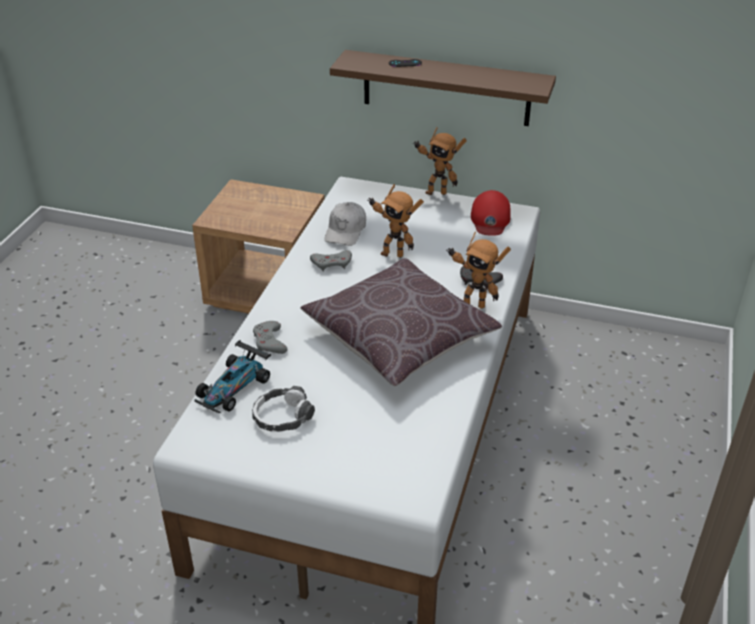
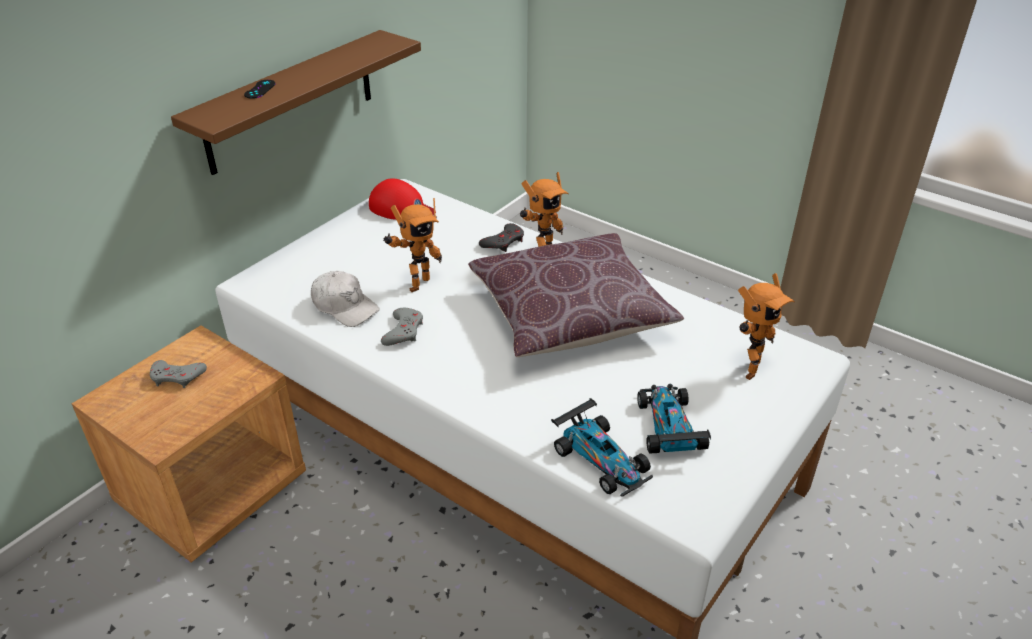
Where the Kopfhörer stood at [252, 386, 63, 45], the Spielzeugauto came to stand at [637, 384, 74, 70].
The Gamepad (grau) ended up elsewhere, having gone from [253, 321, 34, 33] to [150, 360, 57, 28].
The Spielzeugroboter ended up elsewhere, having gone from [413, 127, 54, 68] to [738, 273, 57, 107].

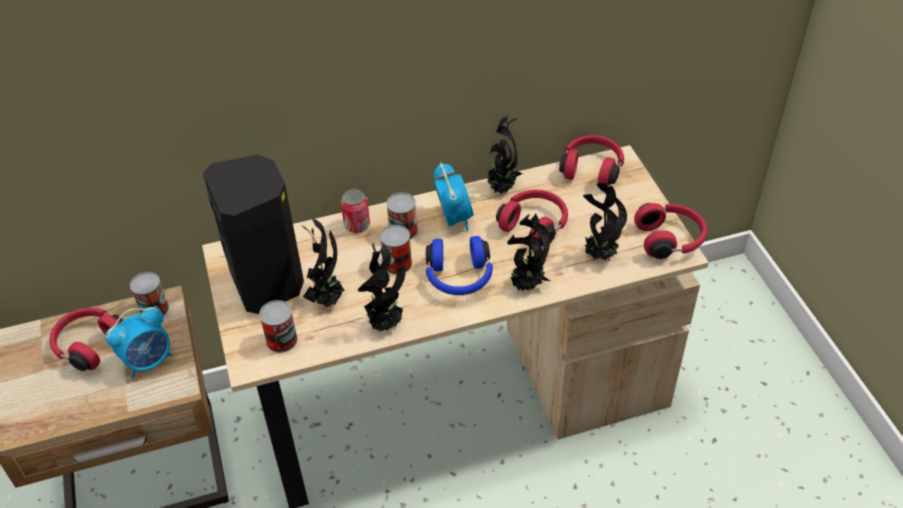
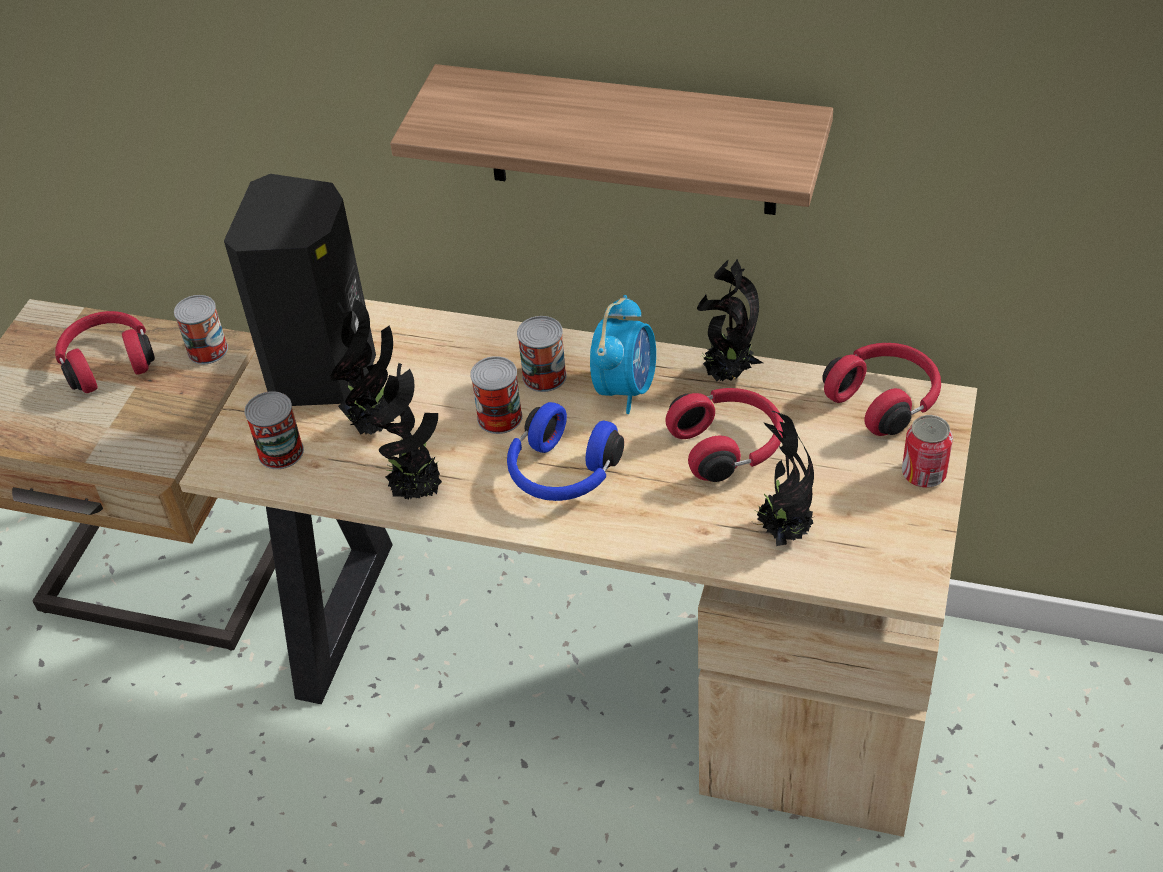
The second view lost the Wecker at [105, 306, 67, 72].
The Dose ended up elsewhere, having gone from [341, 189, 29, 44] to [902, 415, 51, 73].
The second view lost the Topfpflanze at [507, 214, 43, 77].
The second view lost the Kopfhörer (rot) at [634, 203, 73, 56].
The second view gained the Wandregal at [390, 64, 443, 151].

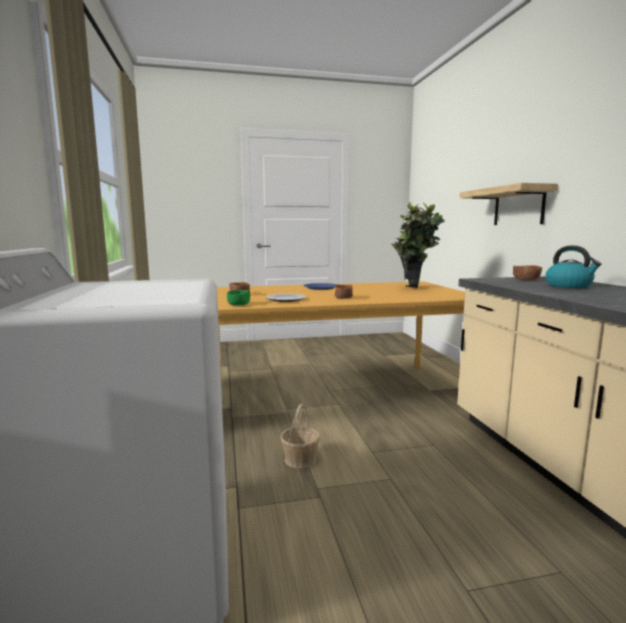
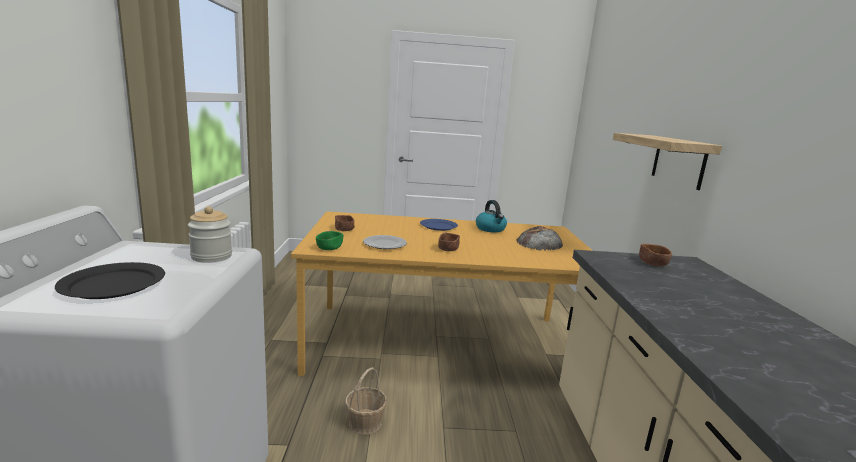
Where the Topfpflanze stood at [391, 202, 54, 86], the Brot came to stand at [516, 226, 47, 24].
The Wasserkessel ended up elsewhere, having gone from [545, 245, 56, 43] to [476, 200, 31, 33].
The second view gained the Teller (schwarz) at [55, 262, 110, 37].
The second view gained the Vorratsglas at [188, 206, 44, 57].

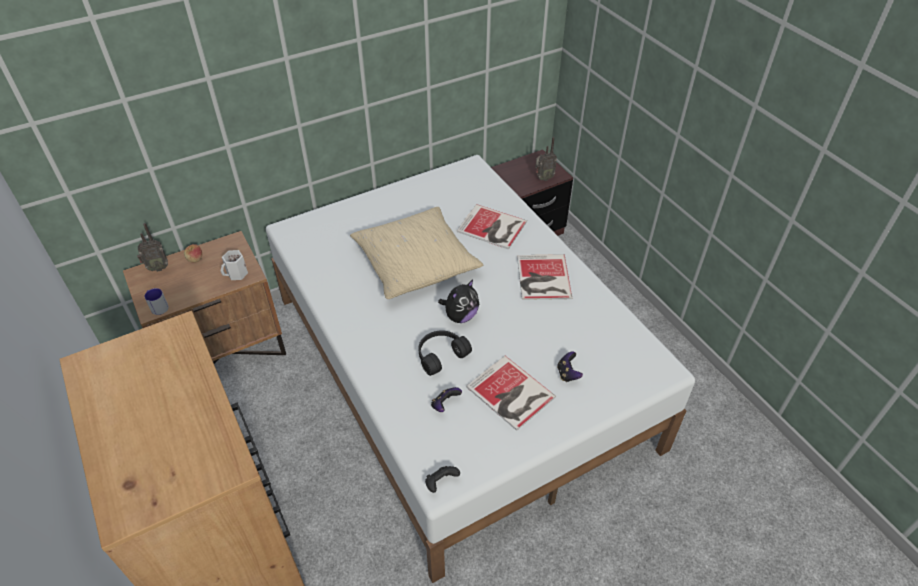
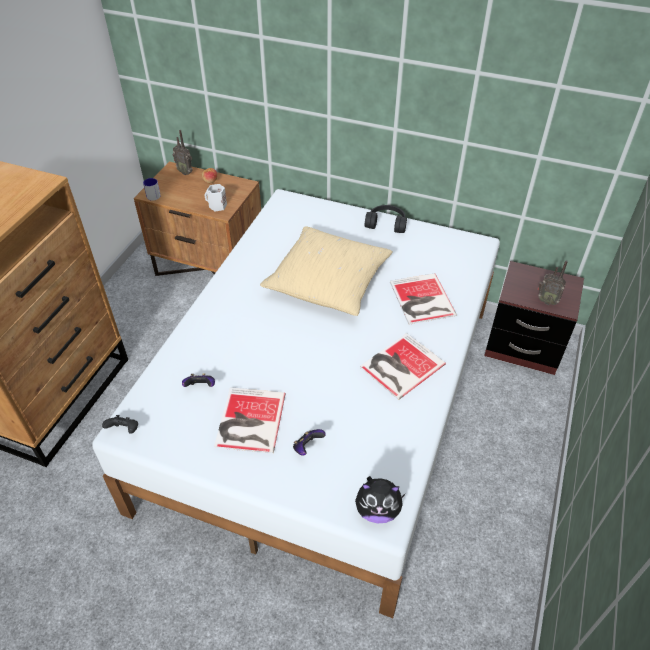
The Kopfhörer (schwarz) ended up elsewhere, having gone from [419, 330, 53, 46] to [365, 205, 42, 28].
The Plüschtier ended up elsewhere, having gone from [438, 279, 41, 44] to [355, 476, 51, 47].

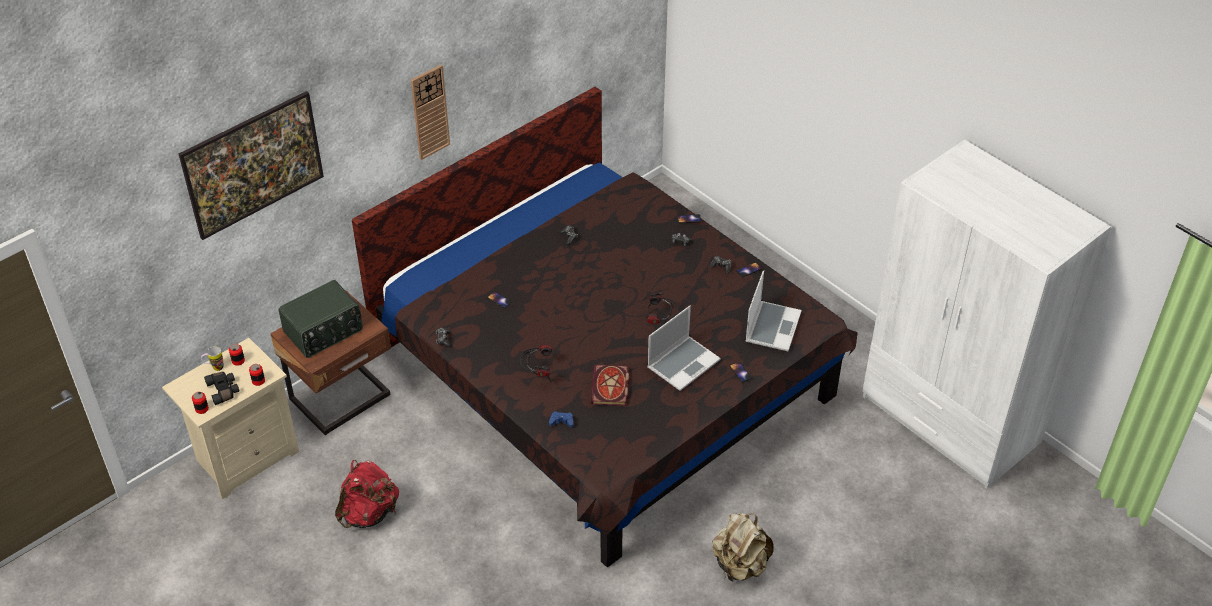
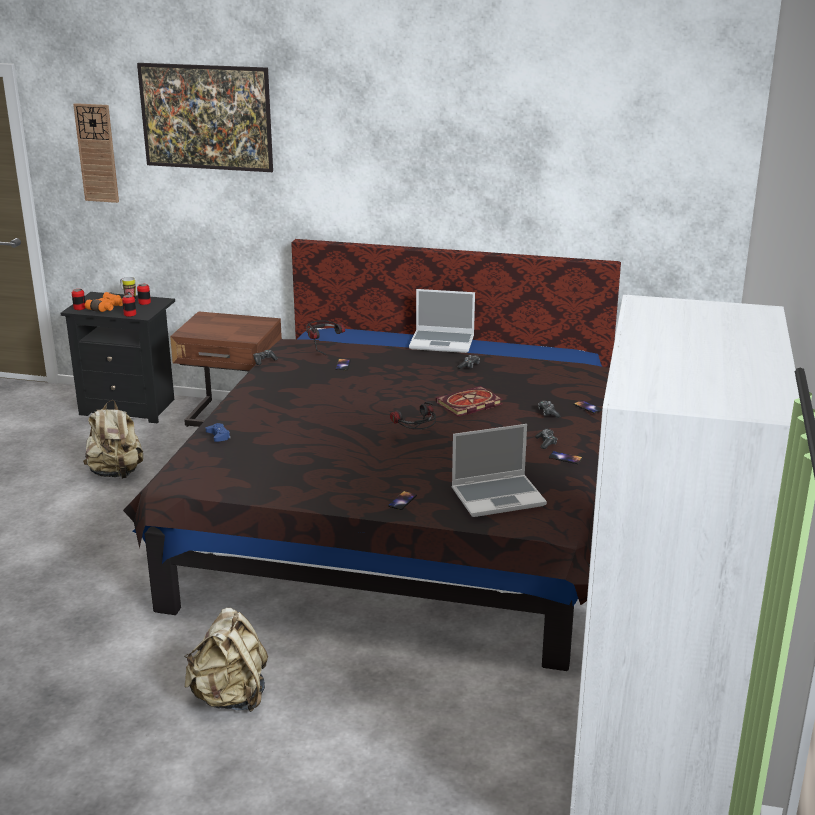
What was the Nachttisch (beige) at [162, 338, 137, 161] turned into the Nachttisch (schwarz) at [60, 292, 115, 132].
What was the Fernglas (schwarz) at [204, 372, 35, 33] turned into the Fernglas (orange) at [85, 292, 38, 20].
The second view lost the Radio at [279, 280, 84, 78].
What was the Rucksack (rot) at [335, 460, 64, 68] turned into the Rucksack (beige) at [83, 400, 60, 79].
The Wanduhr ended up elsewhere, having gone from [411, 65, 39, 95] to [73, 103, 46, 100].
The Kopfhörer ended up elsewhere, having gone from [520, 345, 35, 37] to [306, 321, 39, 34].
The Buch ended up elsewhere, having gone from [591, 365, 38, 41] to [436, 386, 66, 31].
The Laptop ended up elsewhere, having gone from [648, 306, 73, 85] to [409, 289, 66, 64].

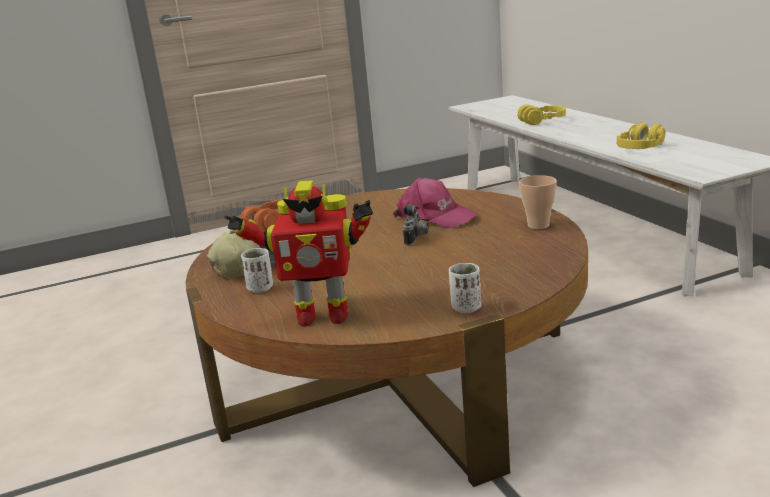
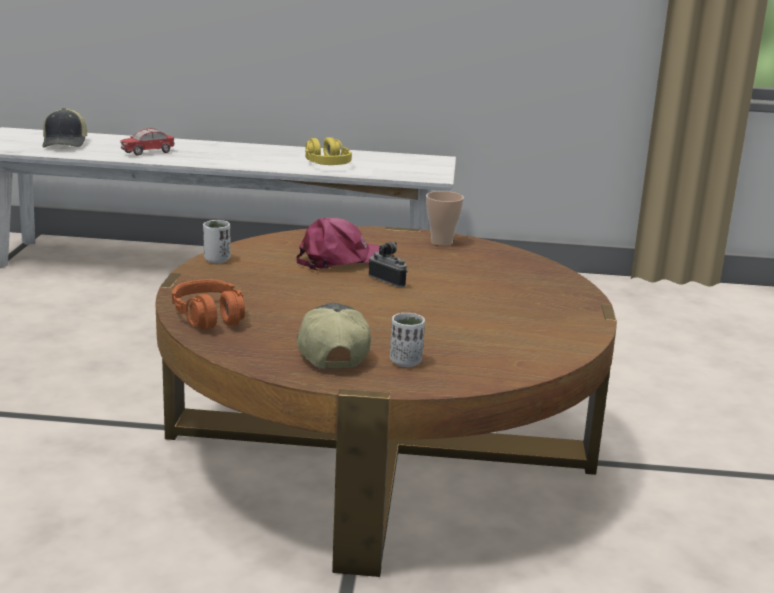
The second view lost the Spielzeugroboter at [224, 180, 149, 147].
The Tasse (weiß) ended up elsewhere, having gone from [449, 263, 33, 50] to [203, 220, 28, 43].
Where the Kopfhörer (gelb) stood at [517, 105, 49, 20], the Spielzeugauto came to stand at [120, 128, 54, 28].
The second view gained the Kappe at [42, 108, 45, 40].

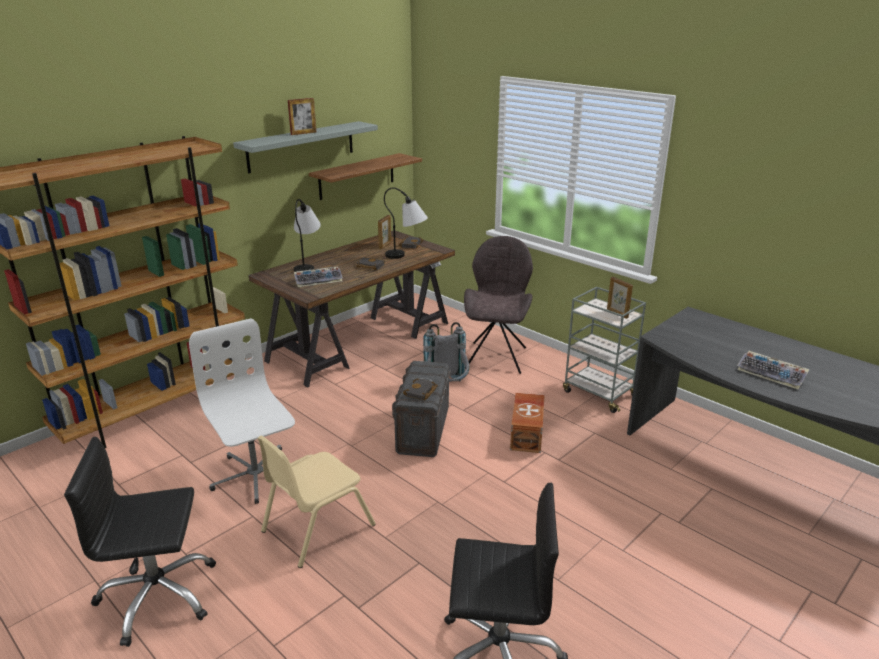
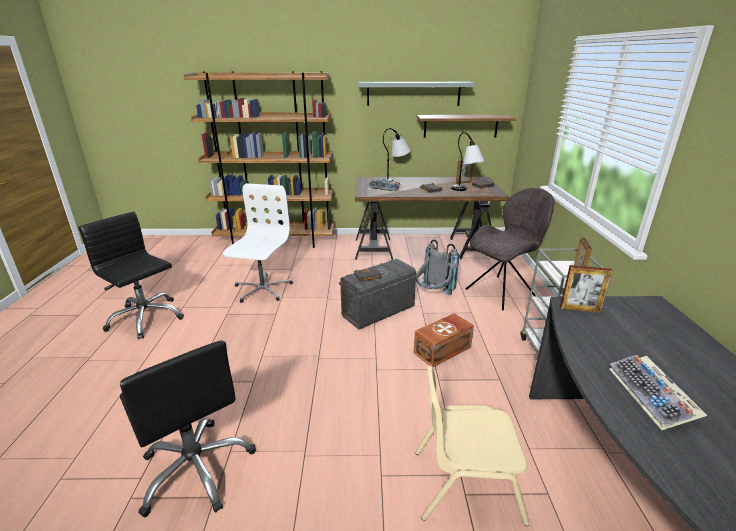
The Stuhl (beige) ended up elsewhere, having gone from [257, 435, 119, 133] to [415, 366, 115, 160].
The Bilderrahmen ended up elsewhere, having gone from [288, 98, 28, 37] to [560, 265, 52, 48].

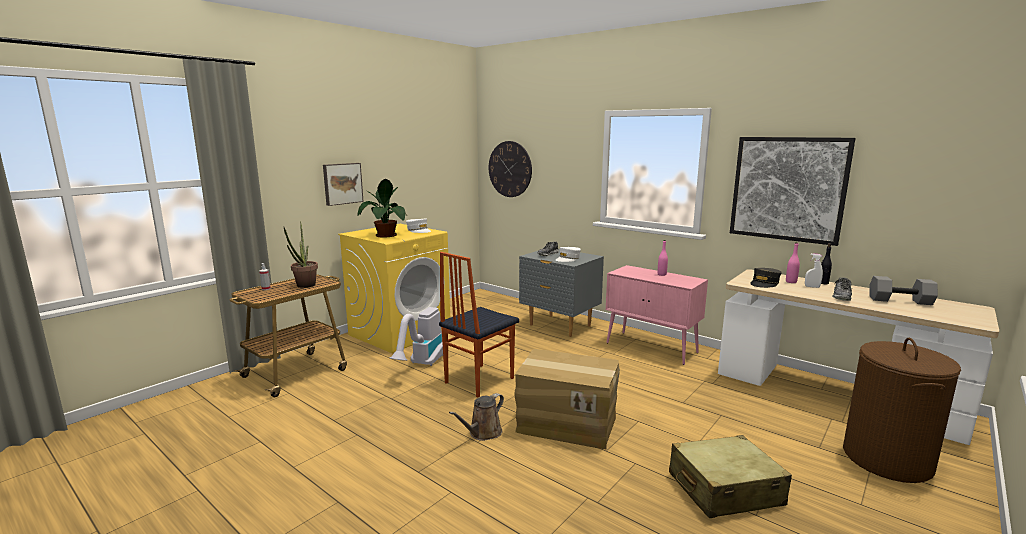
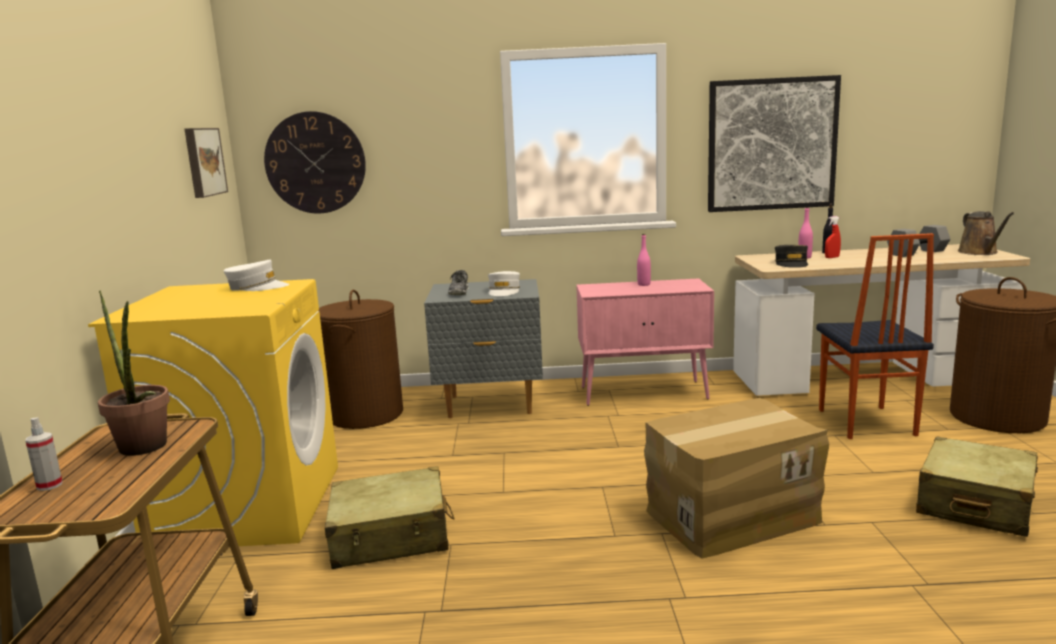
The Bild ended up elsewhere, having gone from [323, 163, 41, 43] to [184, 128, 44, 70].
The second view lost the Topfpflanze at [357, 179, 50, 59].
Where the Staubsauger stood at [389, 307, 54, 59], the Koffer (beige) came to stand at [325, 466, 129, 103].
The Stuhl ended up elsewhere, having gone from [439, 252, 80, 146] to [816, 233, 118, 206].
The Gießkanne (braun) ended up elsewhere, having gone from [449, 393, 55, 48] to [958, 211, 56, 44].
What was the Sprühflasche (weiß) at [805, 253, 18, 35] turned into the Sprühflasche (rot) at [825, 216, 16, 42].
The second view lost the Schuh at [832, 278, 21, 23].
The second view gained the Wäschekorb (braun) at [318, 290, 85, 139].

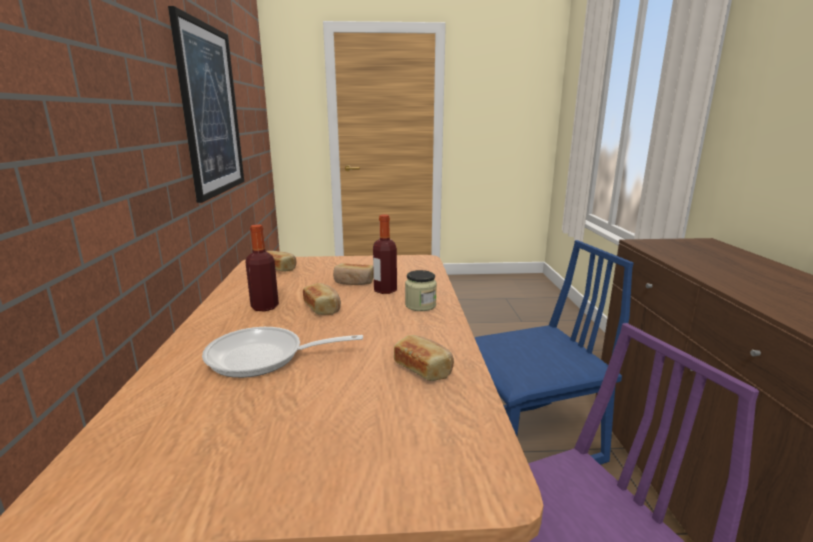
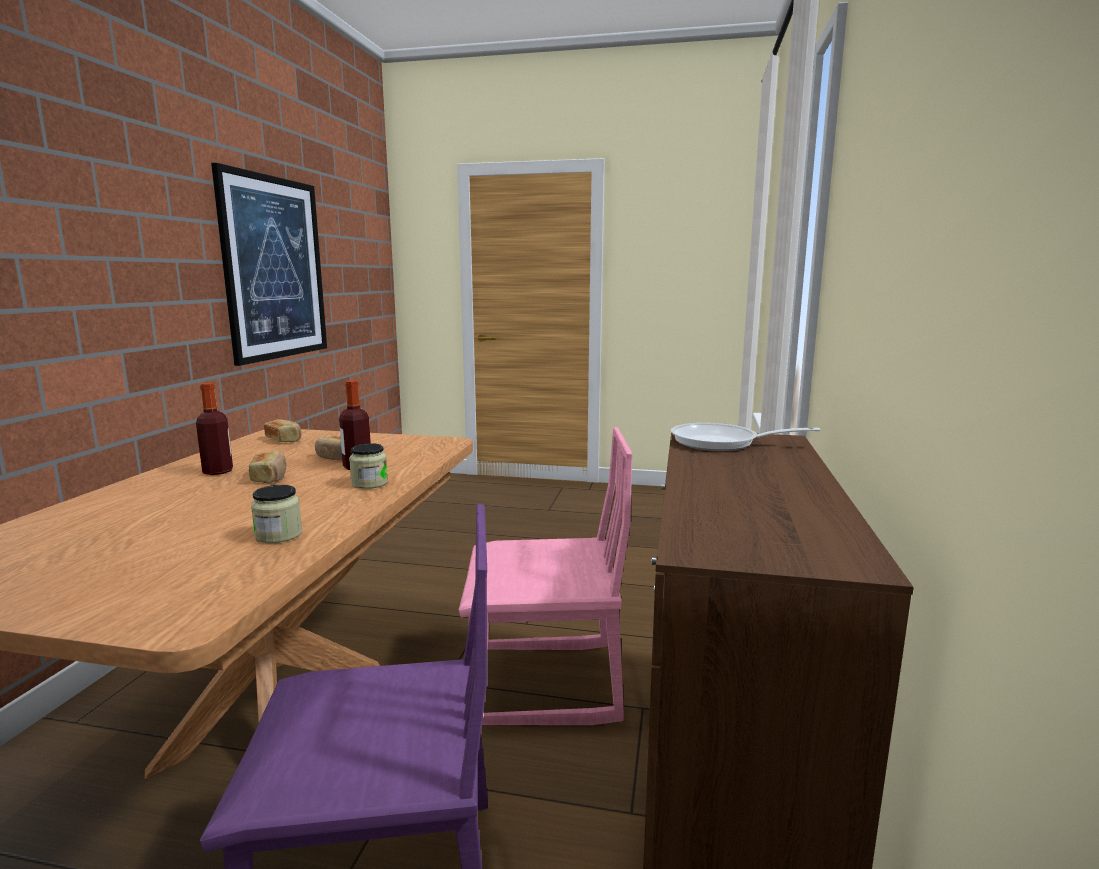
The Pfanne ended up elsewhere, having gone from [202, 327, 161, 51] to [671, 423, 149, 28].
Where the Brot stood at [394, 335, 60, 46], the Vorratsglas came to stand at [251, 485, 51, 58].
What was the Stuhl (blau) at [475, 240, 159, 225] turned into the Stuhl (rosa) at [459, 427, 174, 298].

